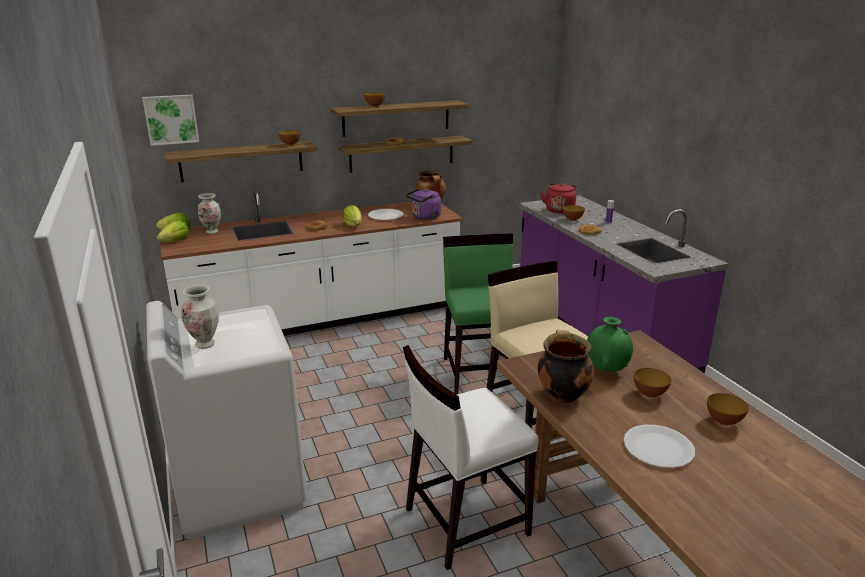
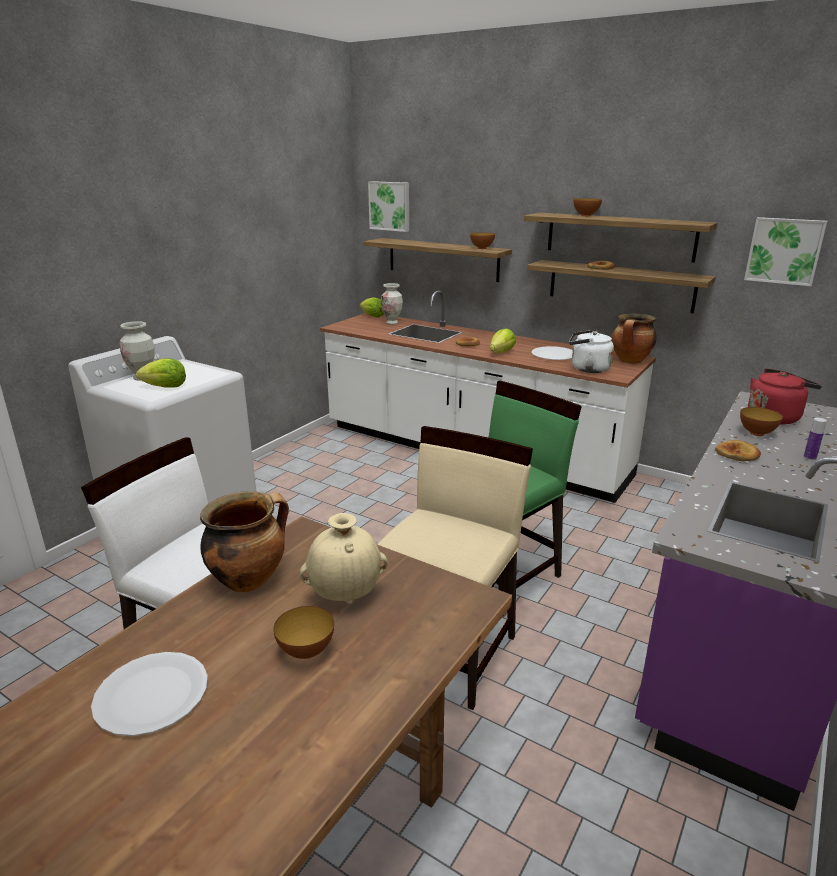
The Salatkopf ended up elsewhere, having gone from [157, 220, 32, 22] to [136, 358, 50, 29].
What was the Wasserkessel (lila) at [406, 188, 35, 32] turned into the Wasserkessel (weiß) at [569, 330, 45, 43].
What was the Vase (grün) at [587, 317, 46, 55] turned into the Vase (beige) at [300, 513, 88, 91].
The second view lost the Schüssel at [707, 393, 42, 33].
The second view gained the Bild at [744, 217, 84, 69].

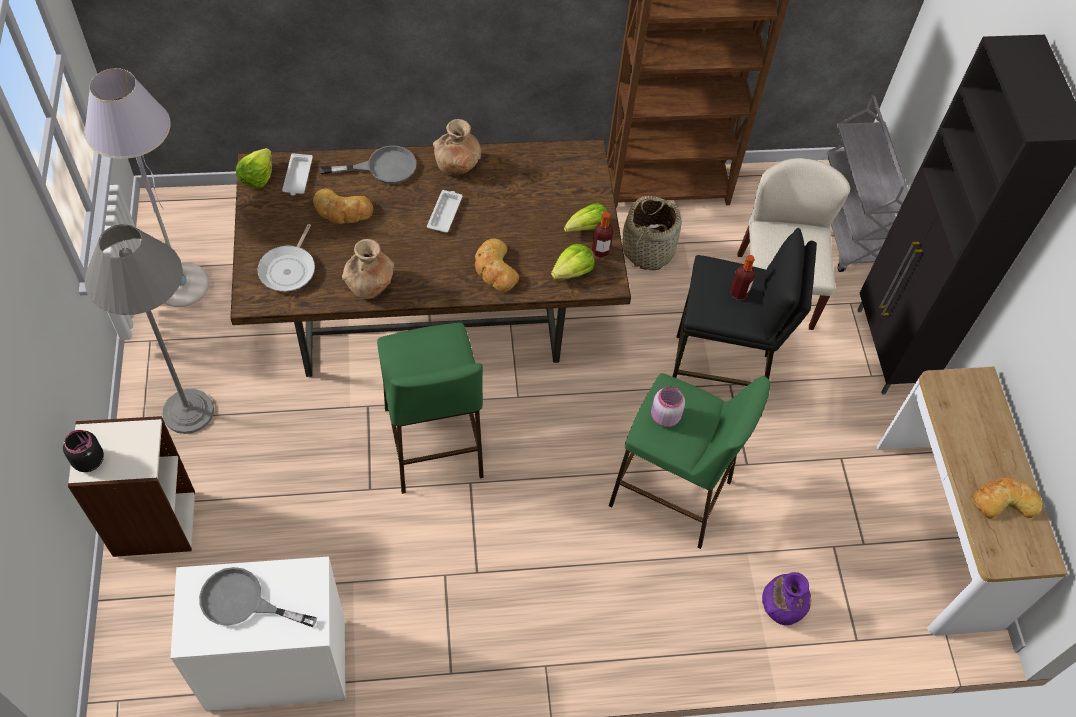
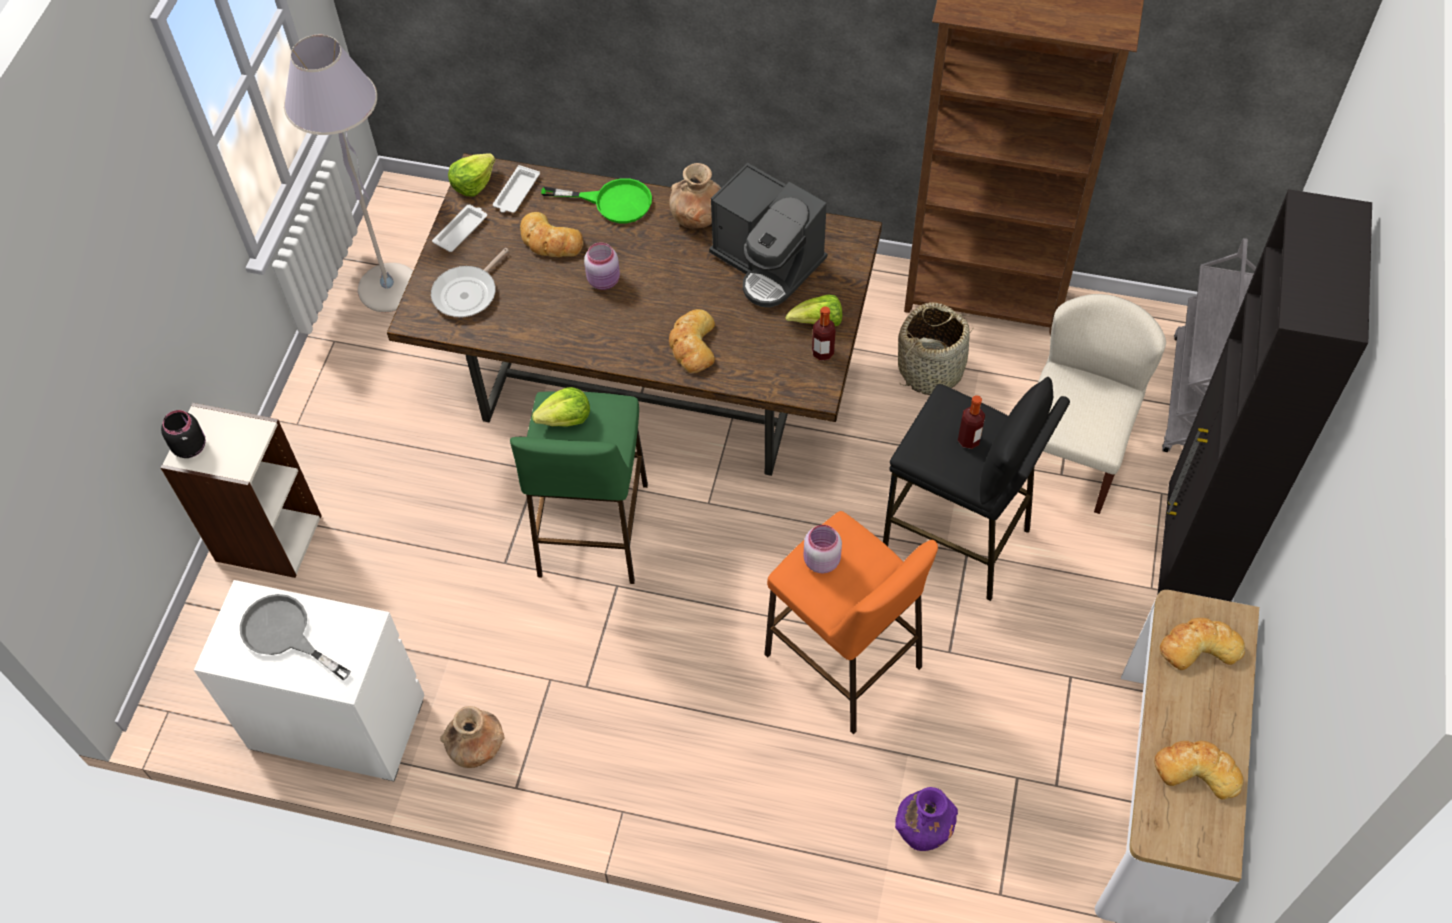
The second view lost the Stehlampe (grau) at [85, 224, 129, 210].
What was the Pfanne (grau) at [320, 145, 96, 39] turned into the Pfanne (grün) at [541, 178, 111, 45].
The Vase (braun) ended up elsewhere, having gone from [342, 239, 52, 60] to [440, 706, 64, 62].
The Tablett (weiß) ended up elsewhere, having gone from [427, 190, 35, 43] to [432, 205, 55, 47].
The Salatkopf ended up elsewhere, having gone from [551, 244, 44, 35] to [532, 387, 58, 40].
What was the Hocker (grün) at [609, 373, 161, 176] turned into the Hocker (orange) at [764, 511, 174, 223].
The second view gained the Vorratsglas (rosa) at [584, 242, 36, 48].
The second view gained the Kaffeemaschine at [709, 163, 118, 144].
The second view gained the Brot at [1160, 618, 85, 52].

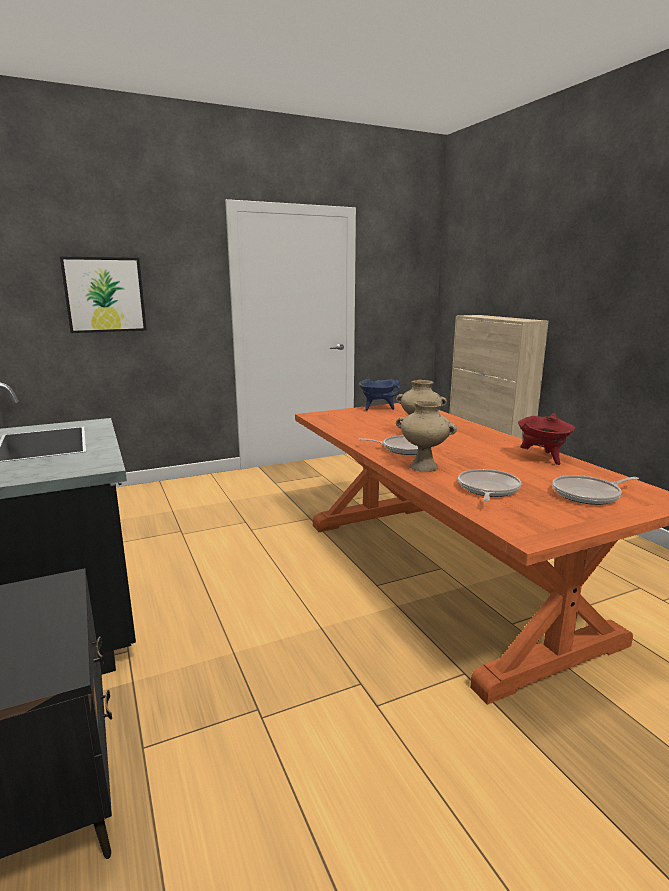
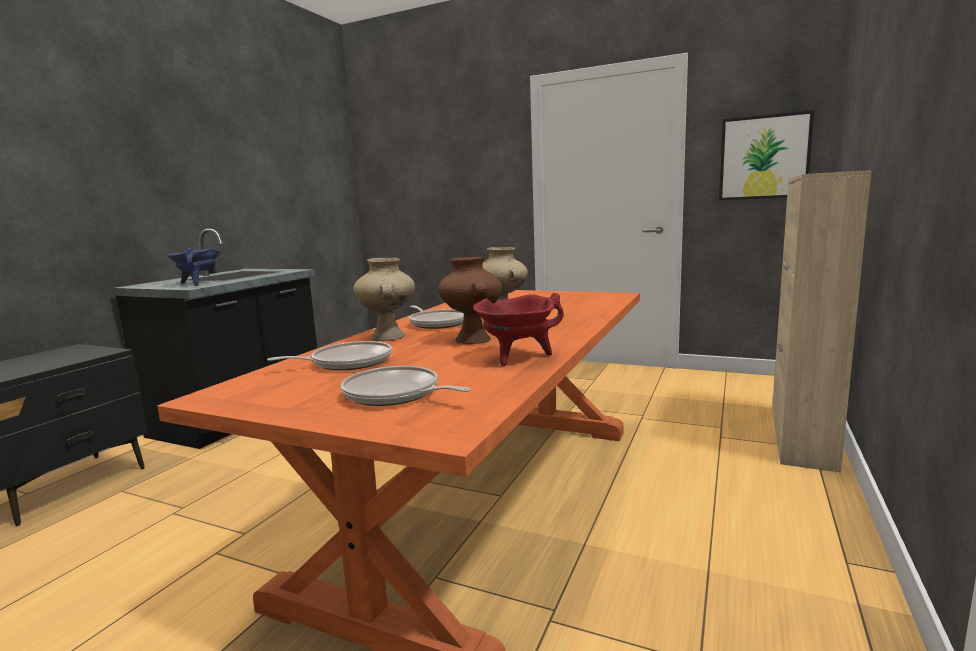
The Bild ended up elsewhere, having gone from [60, 257, 87, 76] to [719, 110, 95, 90].
The Kochtopf (blau) ended up elsewhere, having gone from [359, 379, 42, 31] to [167, 248, 54, 38].
The second view gained the Vase (braun) at [438, 257, 64, 87].

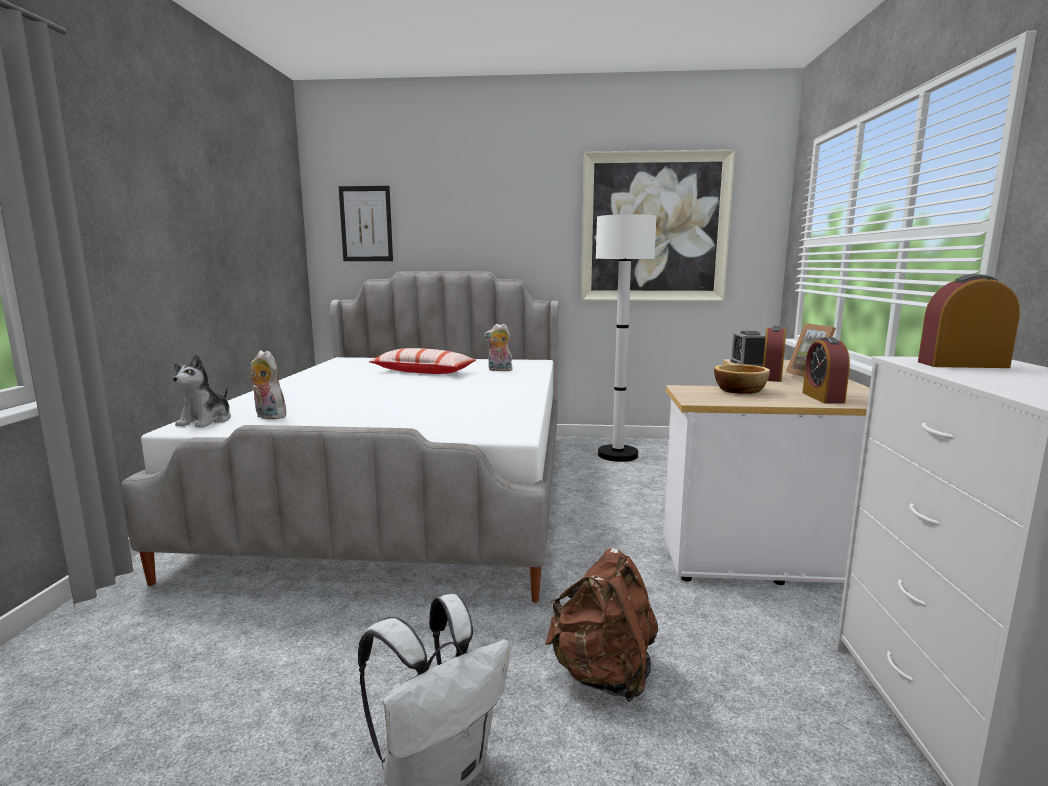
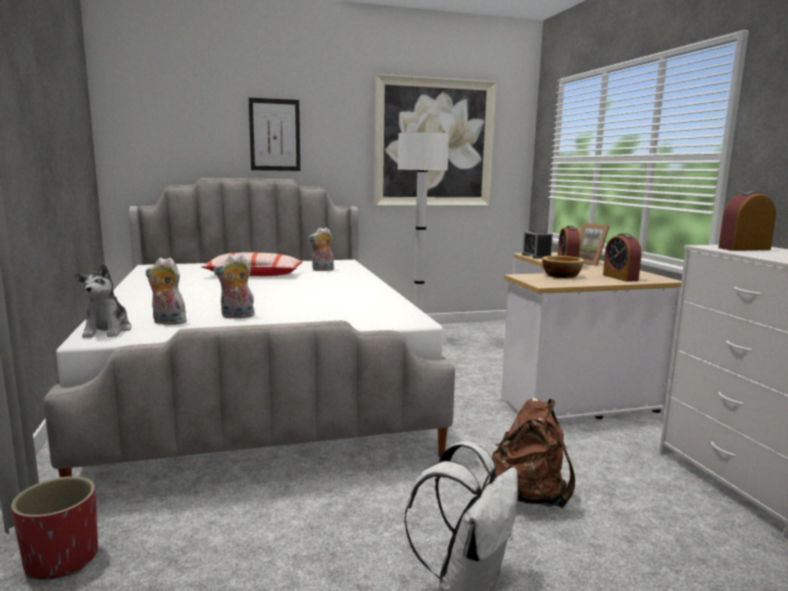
The Bild ended up elsewhere, having gone from [339, 186, 54, 75] to [249, 98, 51, 73].
The second view gained the Pflanzkübel (rot) at [11, 476, 87, 104].
The second view gained the Plüschtier at [213, 254, 43, 64].

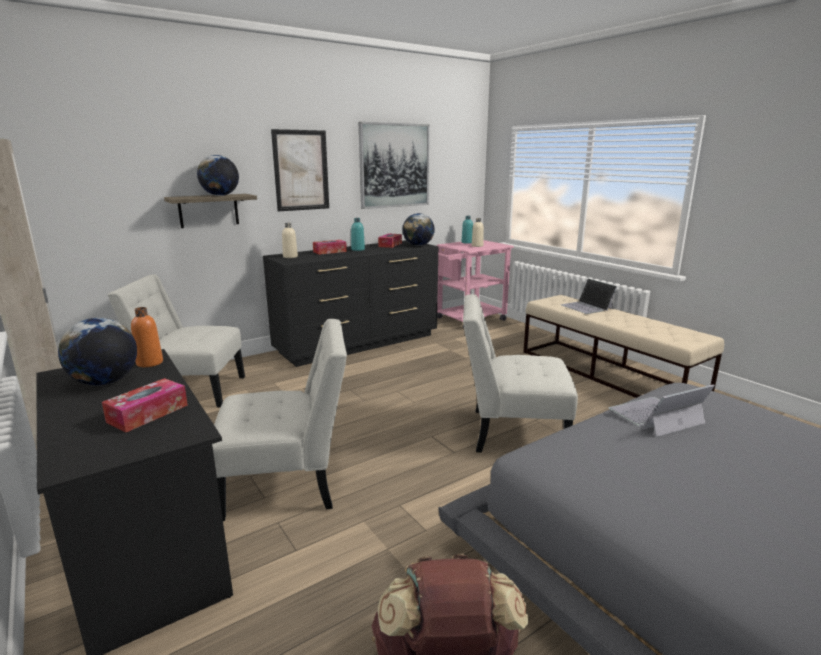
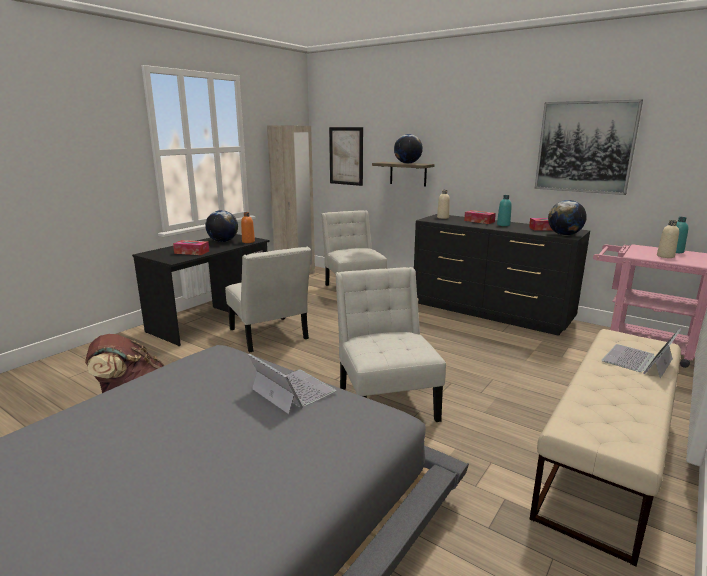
The Bild ended up elsewhere, having gone from [271, 129, 58, 82] to [329, 127, 34, 59].

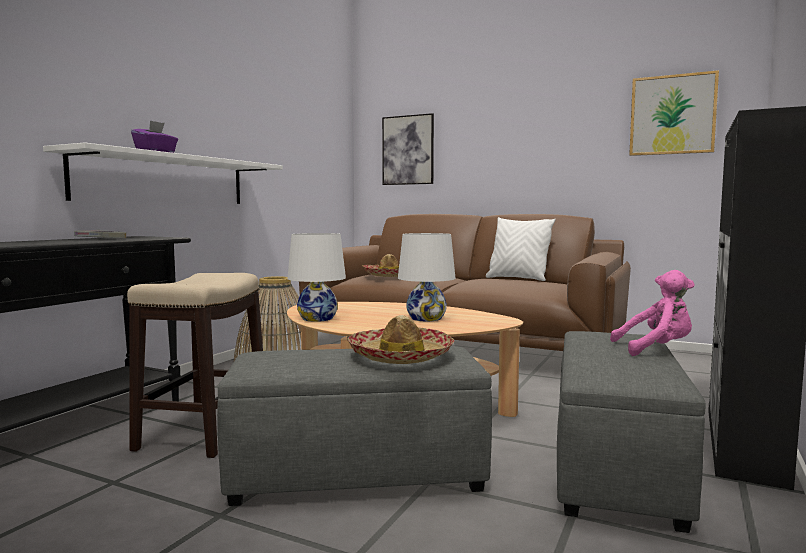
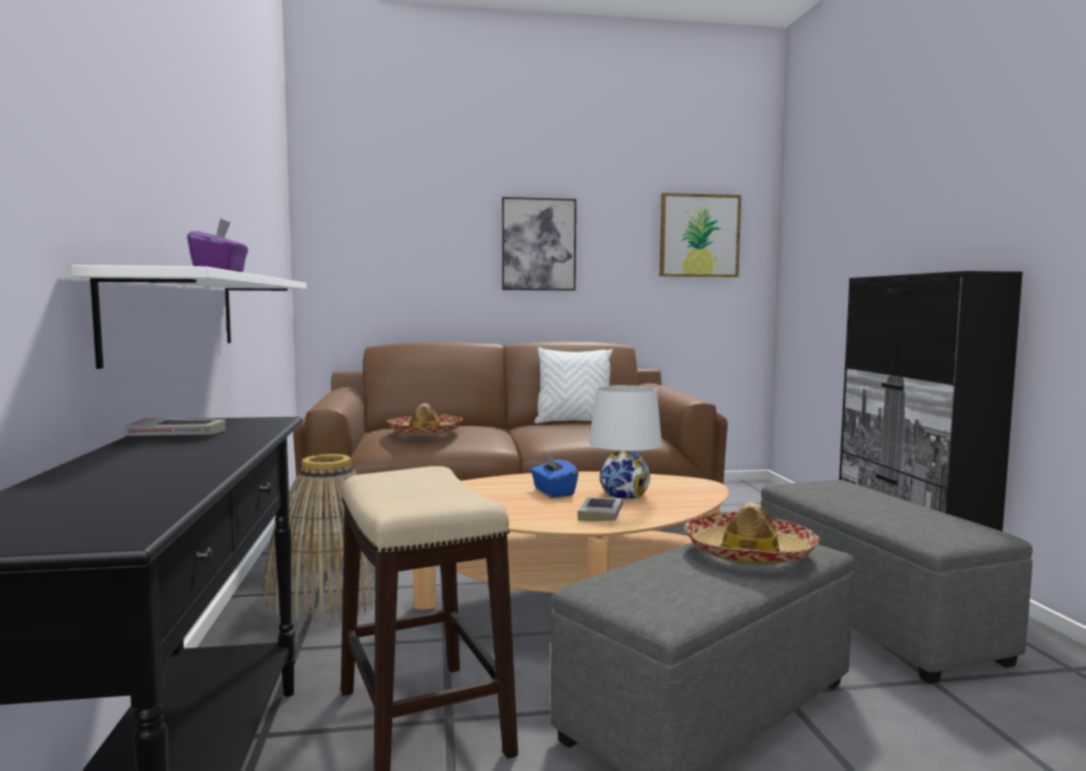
The second view lost the Tischlampe (weiß) at [287, 233, 59, 89].
The Bild ended up elsewhere, having gone from [382, 113, 52, 72] to [502, 197, 74, 94].
The second view lost the Plüschtier (rosa) at [610, 270, 85, 86].
The second view gained the Taschentuchbox (blau) at [531, 452, 48, 46].
The second view gained the Buch at [577, 498, 46, 23].

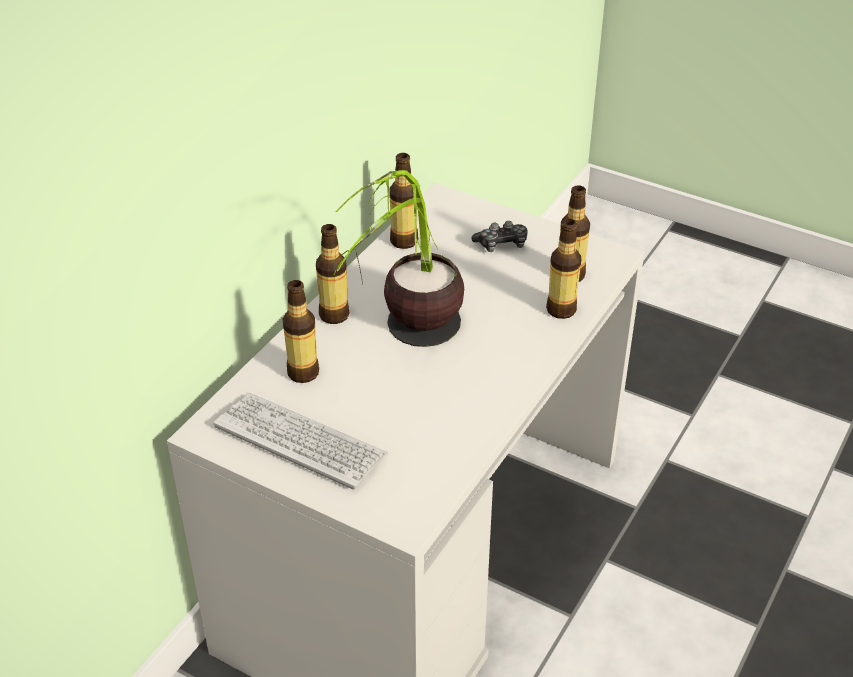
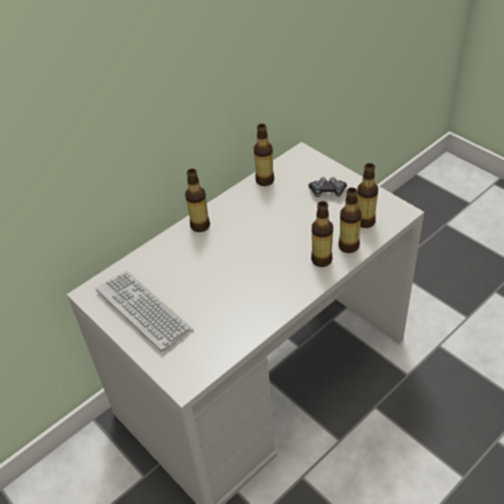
The Flasche ended up elsewhere, having gone from [283, 280, 36, 103] to [311, 201, 22, 66].
The second view lost the Topfpflanze at [333, 170, 131, 177].

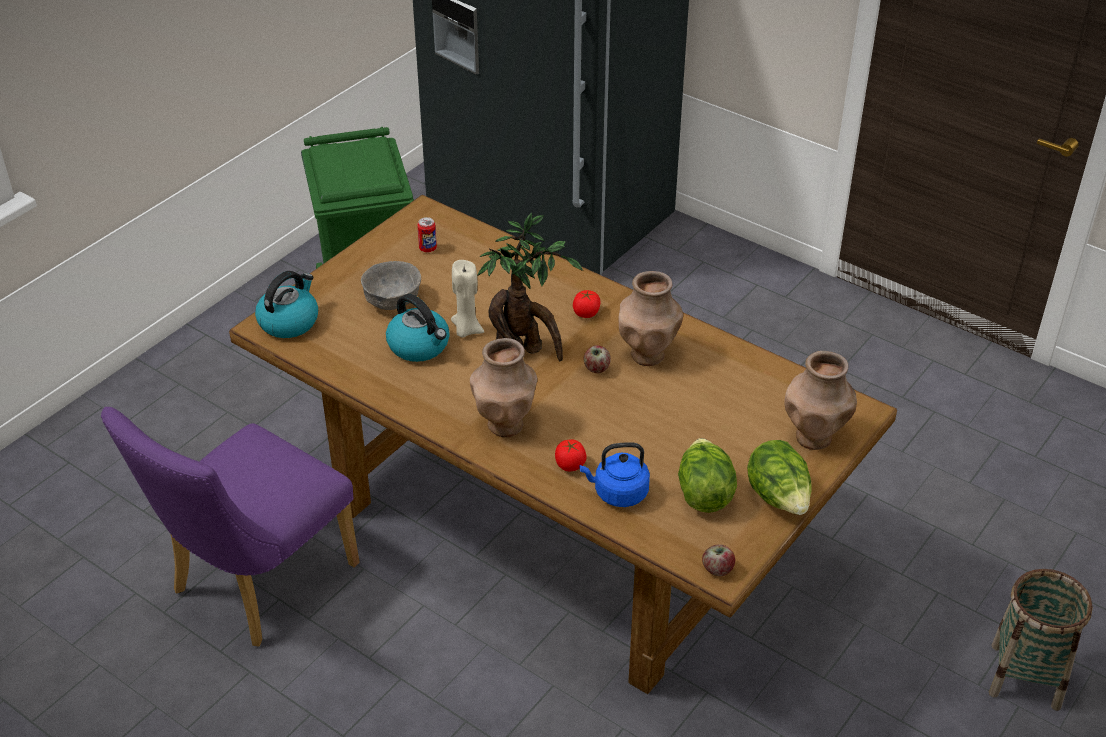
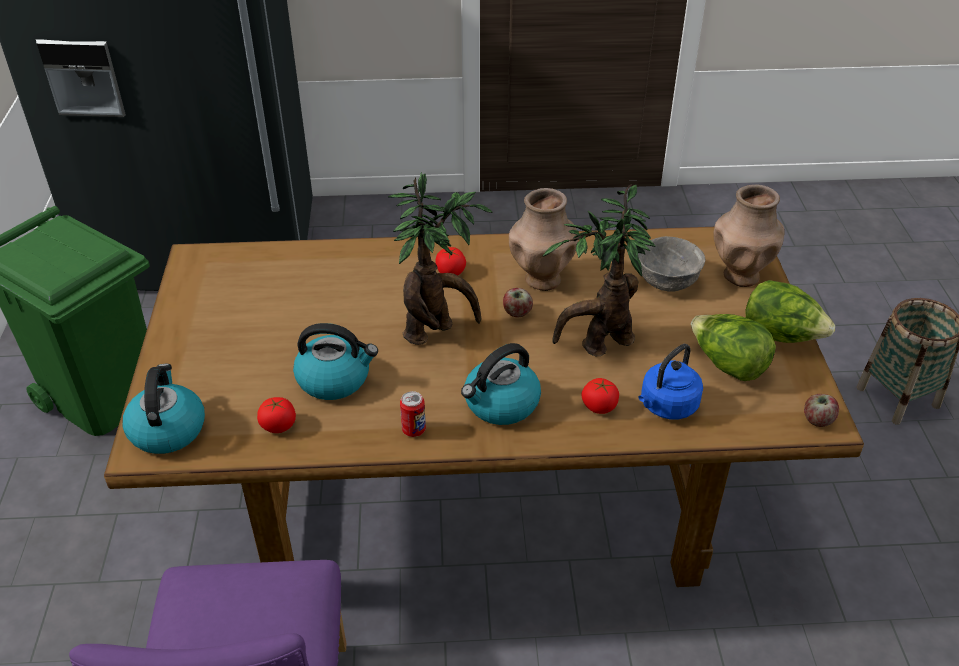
The Schüssel (grau) ended up elsewhere, having gone from [361, 261, 60, 49] to [638, 236, 67, 56].
The Dose ended up elsewhere, having gone from [417, 217, 20, 35] to [400, 391, 26, 46].
The second view lost the Kerze (beige) at [451, 260, 33, 78].
Where the Vase (braun) stood at [470, 338, 68, 99], the Wasserkessel came to stand at [461, 343, 80, 82].
The second view gained the Tomate at [257, 397, 39, 36].
The second view gained the Topfpflanze at [542, 184, 113, 172].

